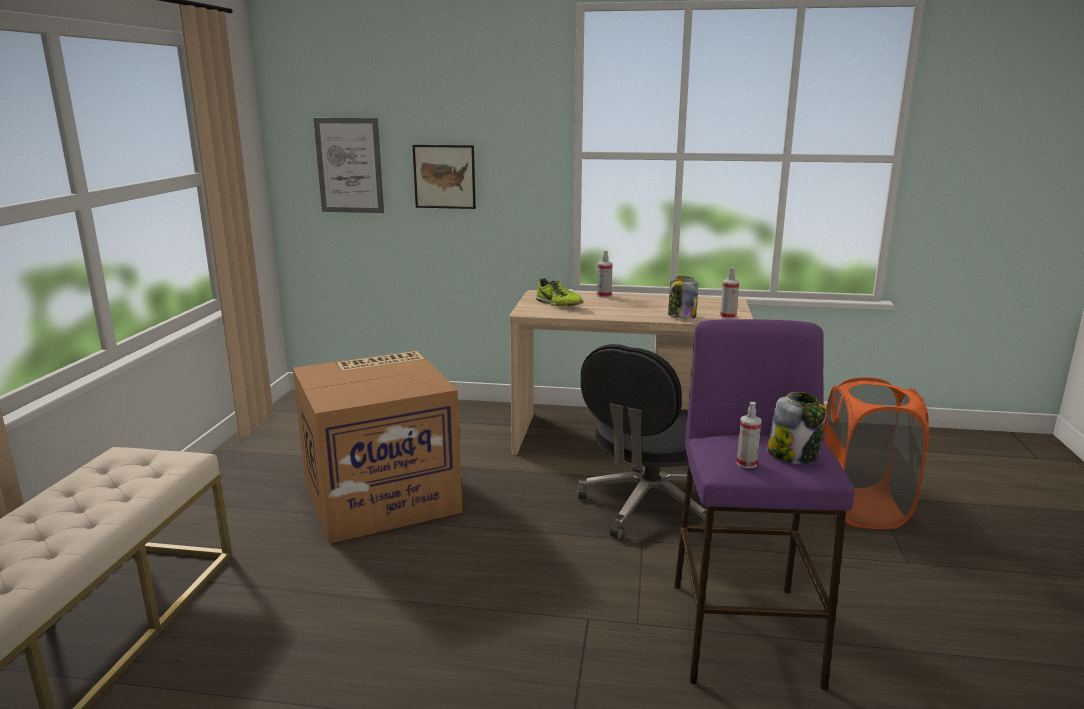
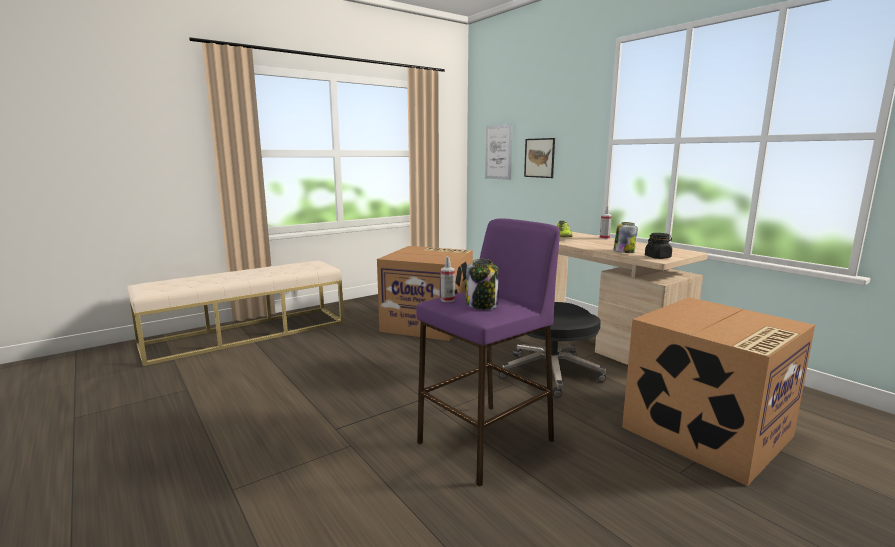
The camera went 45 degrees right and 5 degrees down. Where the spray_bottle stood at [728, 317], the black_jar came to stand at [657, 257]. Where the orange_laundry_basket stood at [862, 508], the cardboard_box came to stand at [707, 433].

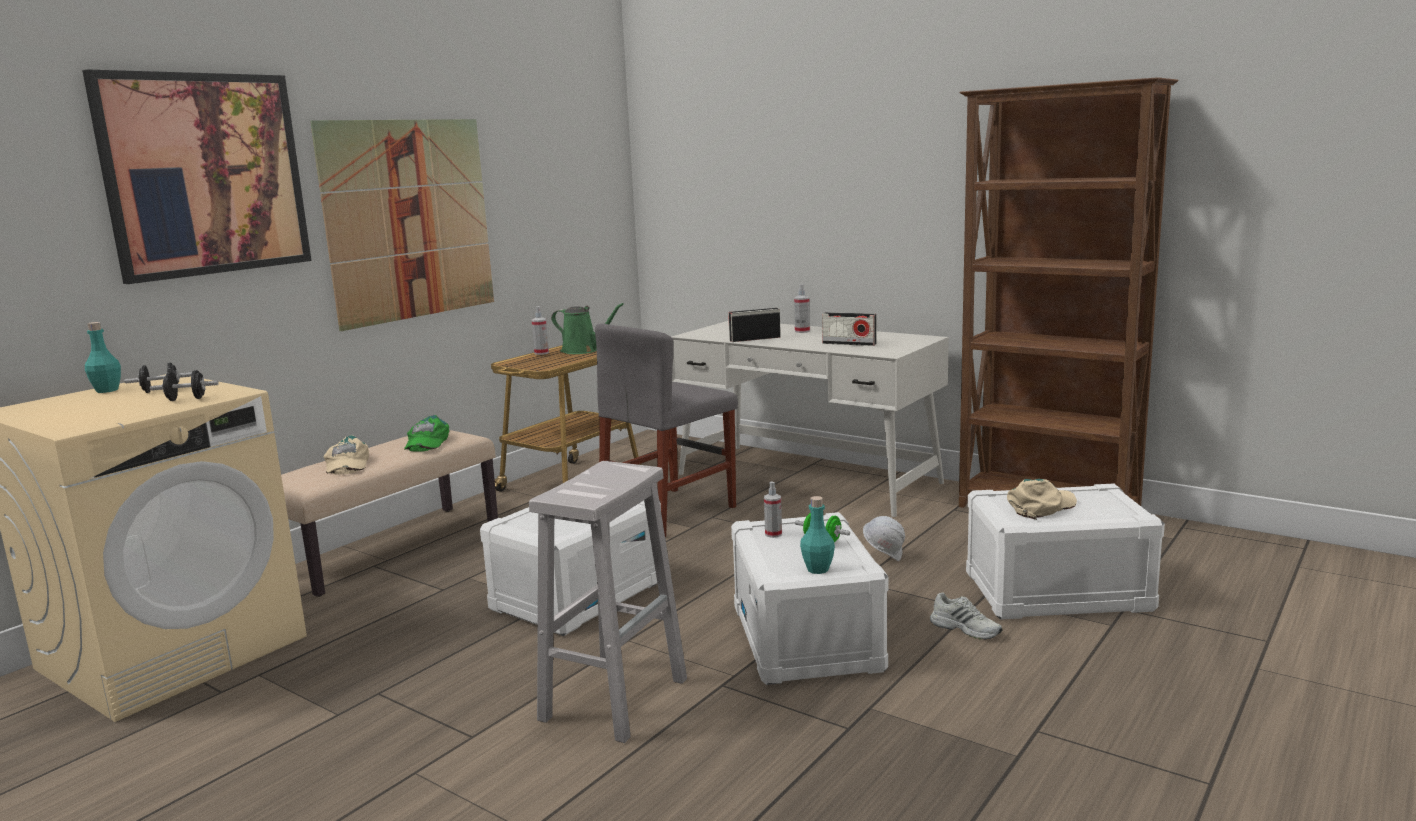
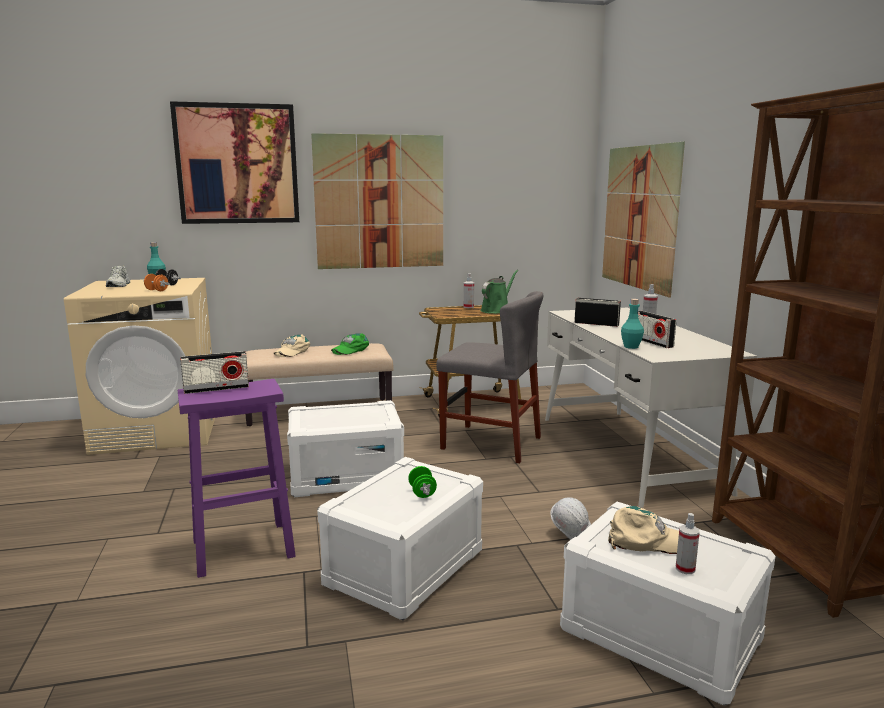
The camera went 40 degrees right and 0 degrees up. The second view gained the radio at [216, 389]. The second view gained the picture at [639, 217]. The spray_bottle ended up elsewhere, having gone from [773, 534] to [685, 569]. The turquoise_bottle ended up elsewhere, having gone from [817, 569] to [631, 347]. The white_shoe ended up elsewhere, having gone from [966, 628] to [119, 285]. What was the black_dumbbell at [186, 399] turned into the orange_dumbbell at [157, 290]. What was the white_stool at [615, 698] turned into the purple_stool at [245, 548]. The green_watering_can at [583, 350] ended up facing another way, 120 degrees counterclockwise from before. The grey_chair at [668, 512] ended up facing another way, 150 degrees counterclockwise from before.

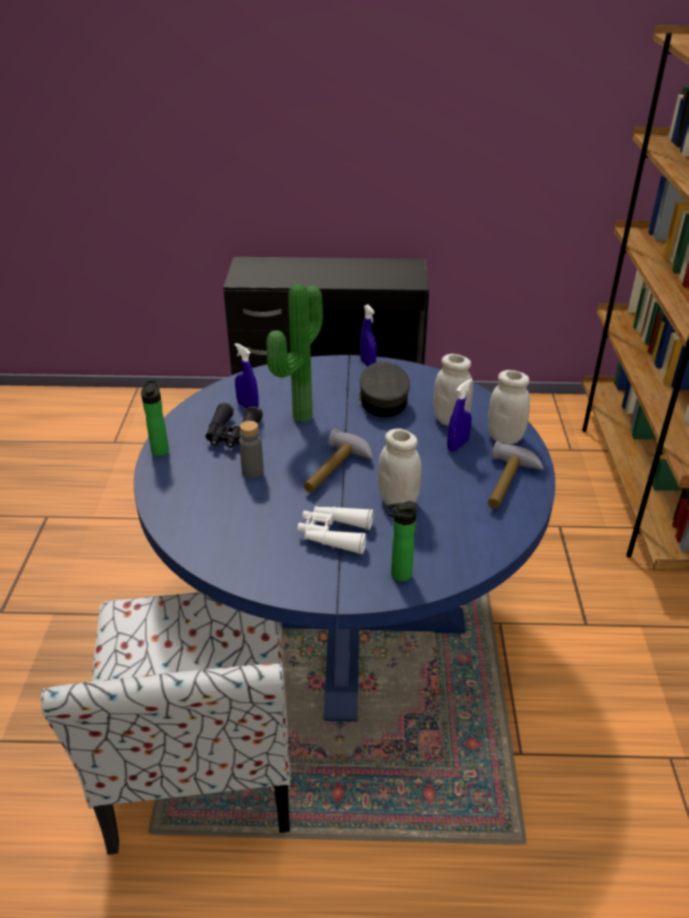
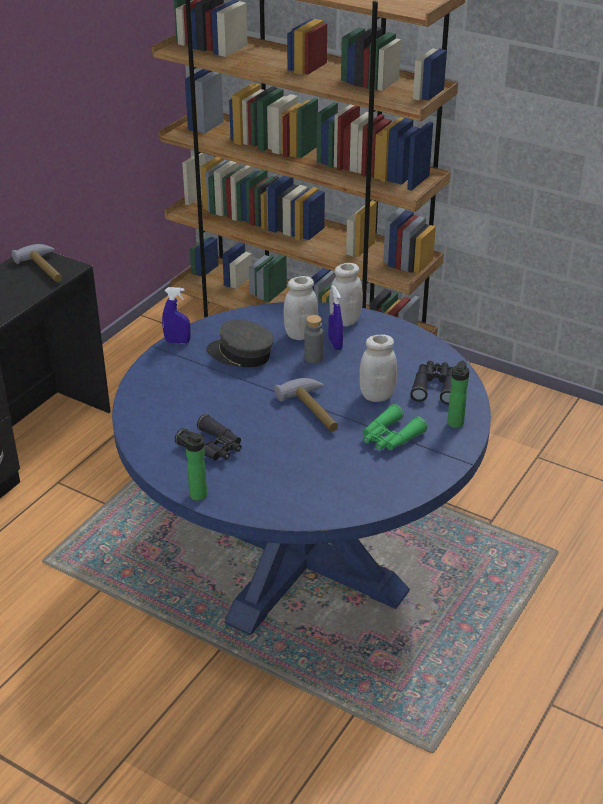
The camera went 60 degrees left and 0 degrees up. The second view lost the chair at [200, 756]. The second view lost the blue_spray_bottle at [248, 407]. The second view lost the potted_plant at [299, 415]. The second view gained the black_binoculars at [435, 387]. The grey_bottle ended up elsewhere, having gone from [252, 471] to [313, 358]. The hammer ended up elsewhere, having gone from [508, 484] to [45, 269]. What was the white_binoculars at [334, 534] turned into the green_binoculars at [390, 437].

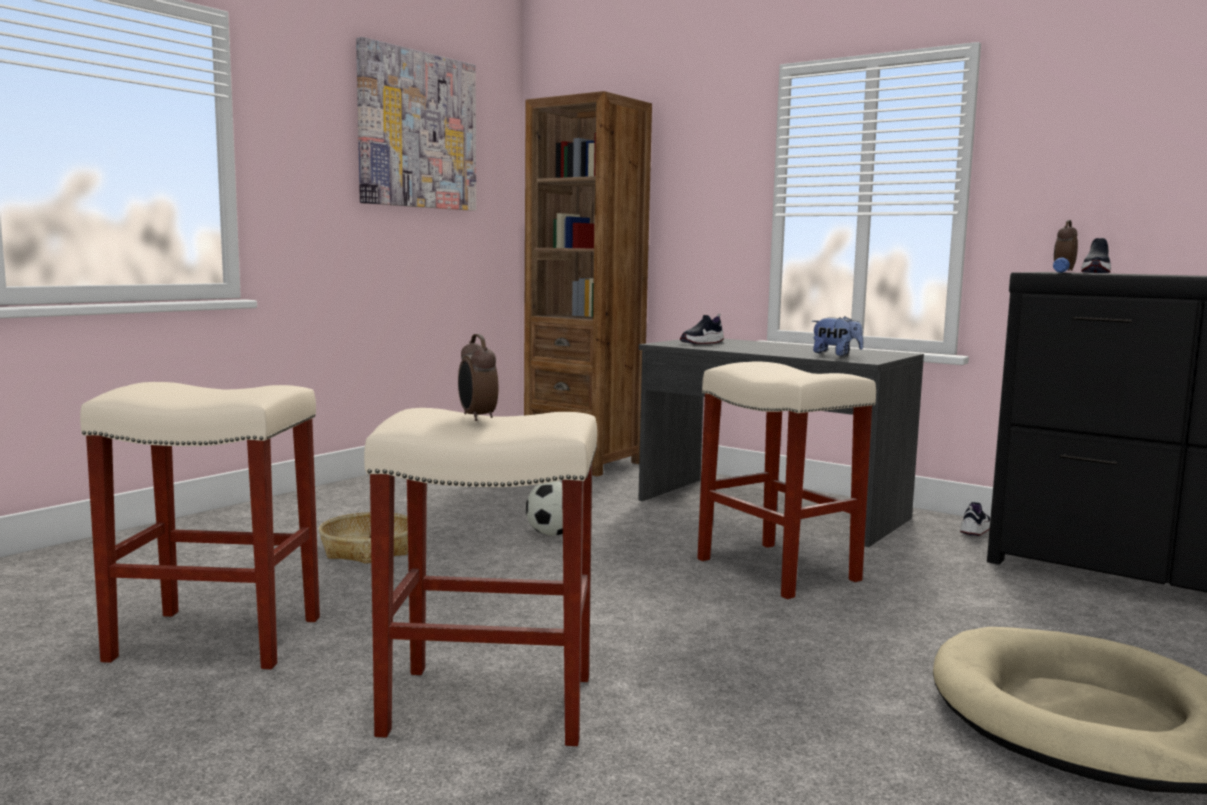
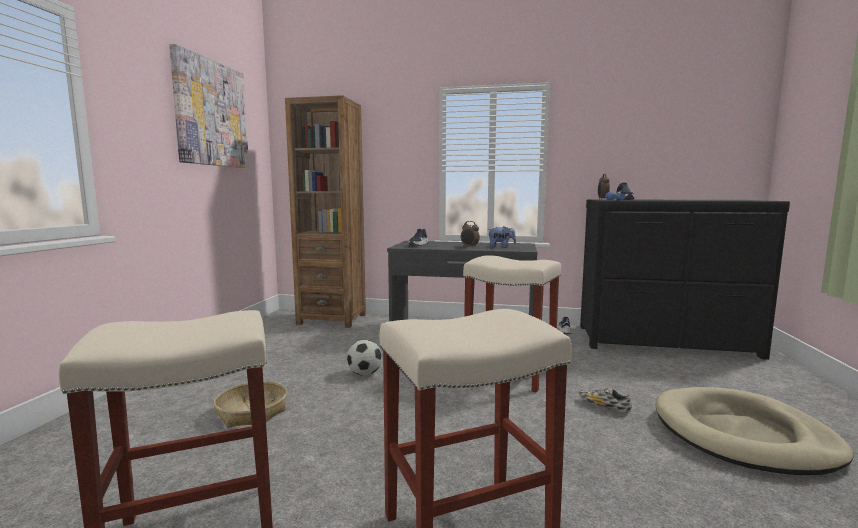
The camera went 25 degrees left and 0 degrees up. The second view gained the shoe at [603, 407]. The alarm_clock ended up elsewhere, having gone from [477, 417] to [469, 247].

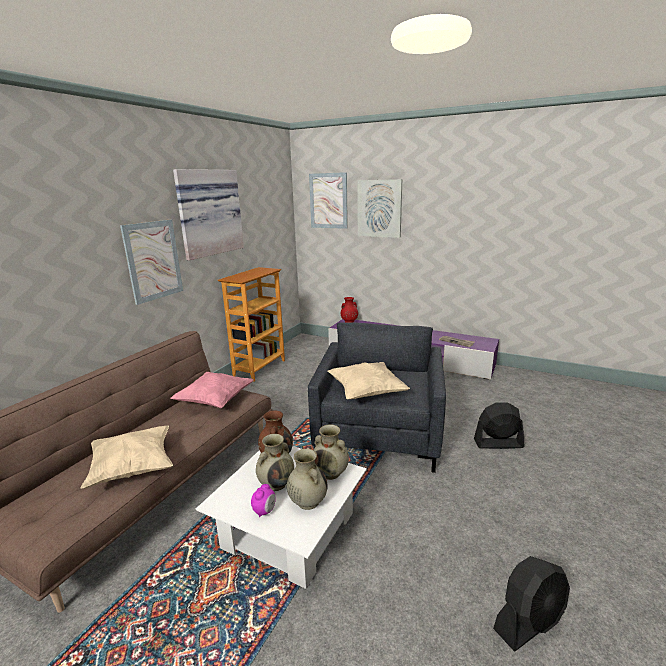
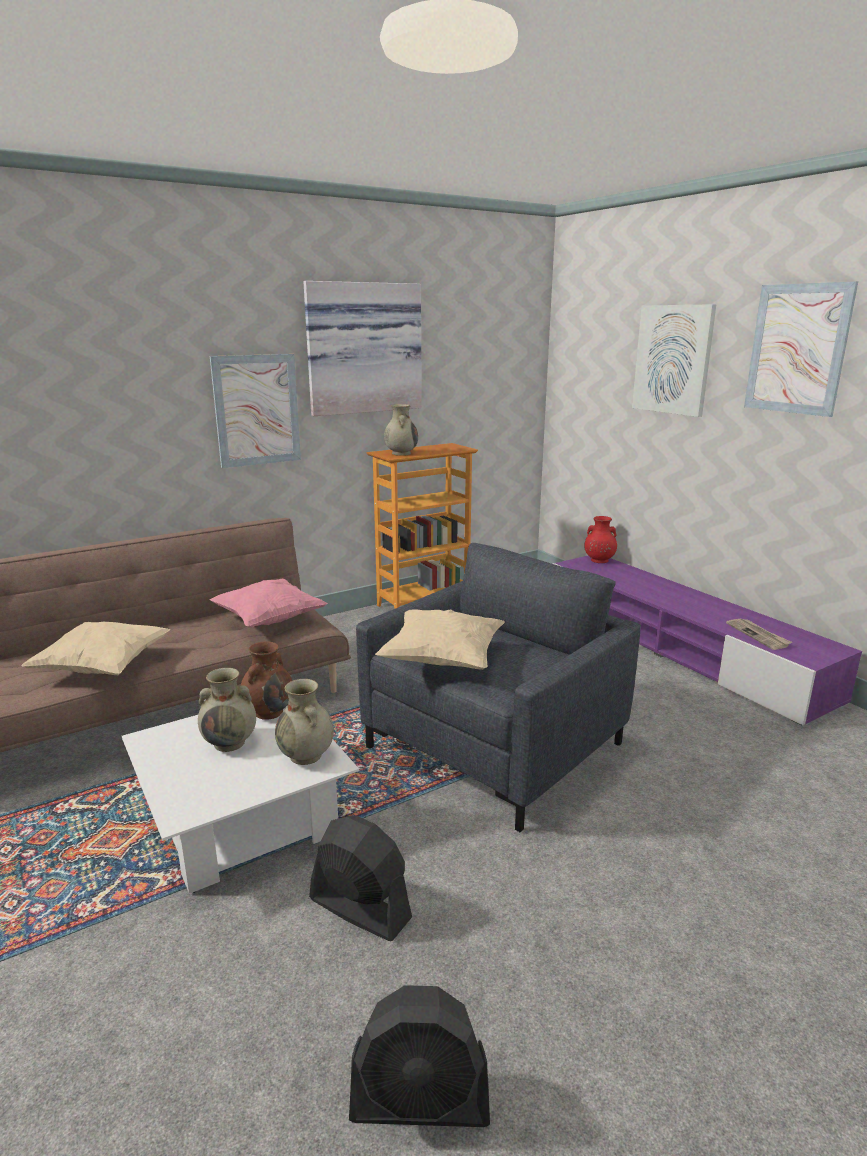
The camera went 30 degrees right and 0 degrees up. The second view lost the alarm_clock at [265, 511]. The beige_vase ended up elsewhere, having gone from [307, 501] to [401, 453]. The picture ended up elsewhere, having gone from [328, 201] to [797, 349]. The black_fan ended up elsewhere, having gone from [498, 443] to [359, 908].

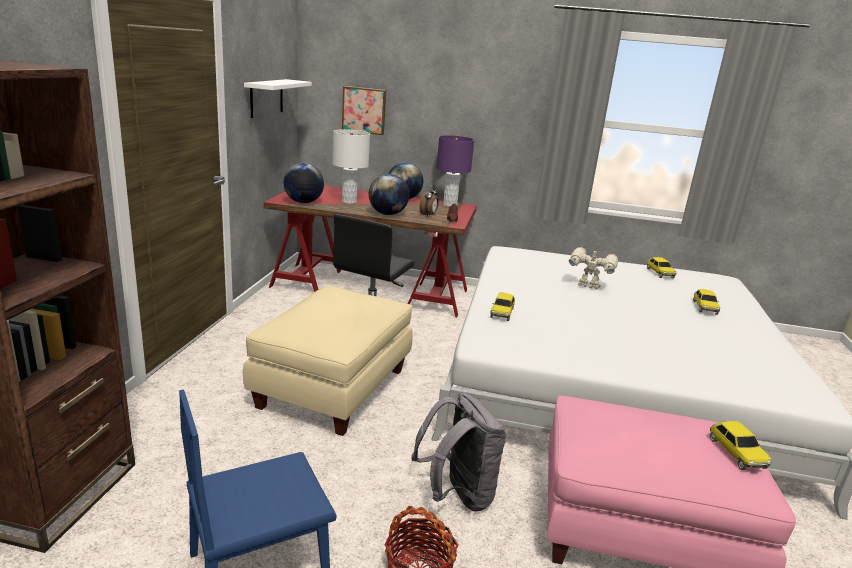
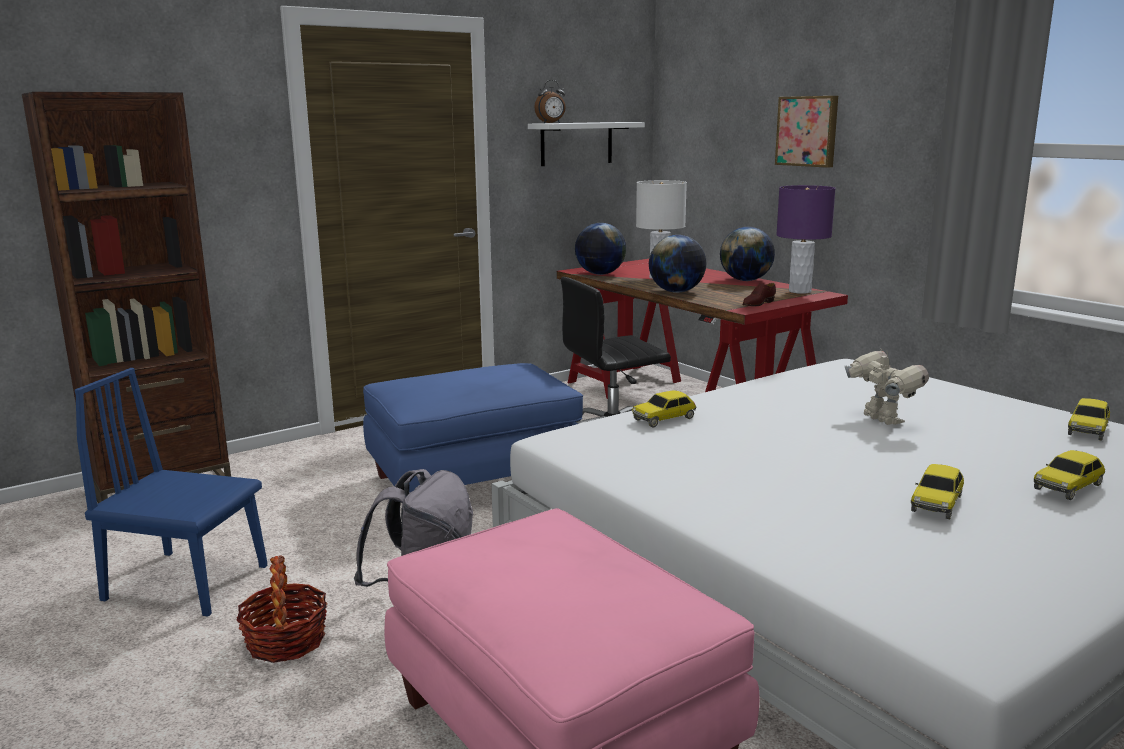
The camera went 45 degrees right and 5 degrees down. The picture ended up elsewhere, having gone from [364, 110] to [808, 131]. The alarm_clock ended up elsewhere, having gone from [428, 215] to [551, 123]. The toy_car ended up elsewhere, having gone from [736, 453] to [936, 503]. What was the beige_ottoman at [334, 388] turned into the blue_ottoman at [473, 482].

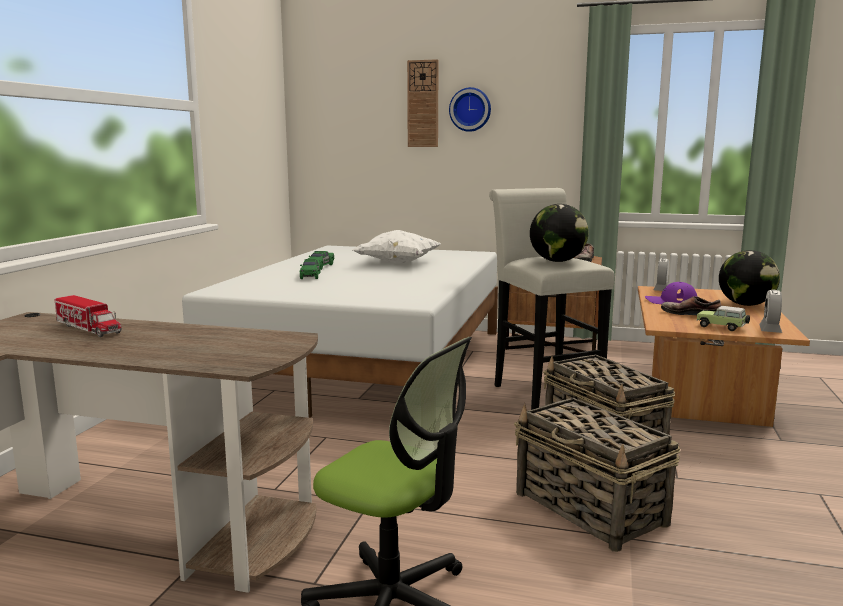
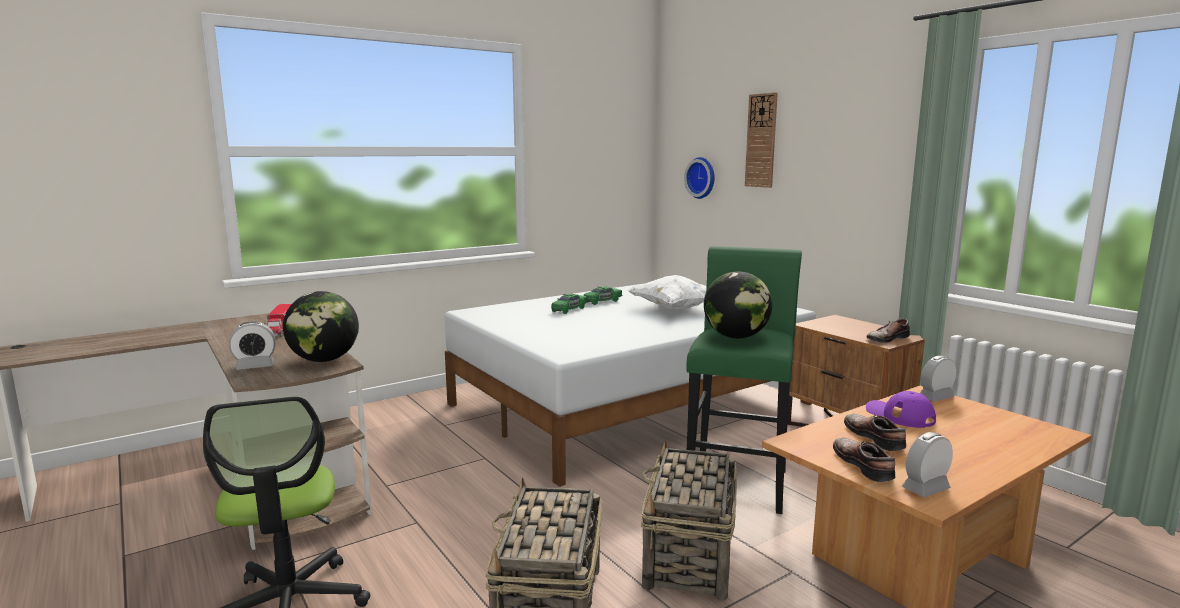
The camera went 40 degrees right and 0 degrees up. The second view gained the alarm_clock at [255, 366]. The wall_clock ended up elsewhere, having gone from [470, 109] to [702, 177]. The globe ended up elsewhere, having gone from [745, 304] to [324, 360]. Where the toy_car stood at [722, 327], the shoe came to stand at [865, 465]. What was the white_stool at [542, 390] turned into the green_stool at [738, 480].

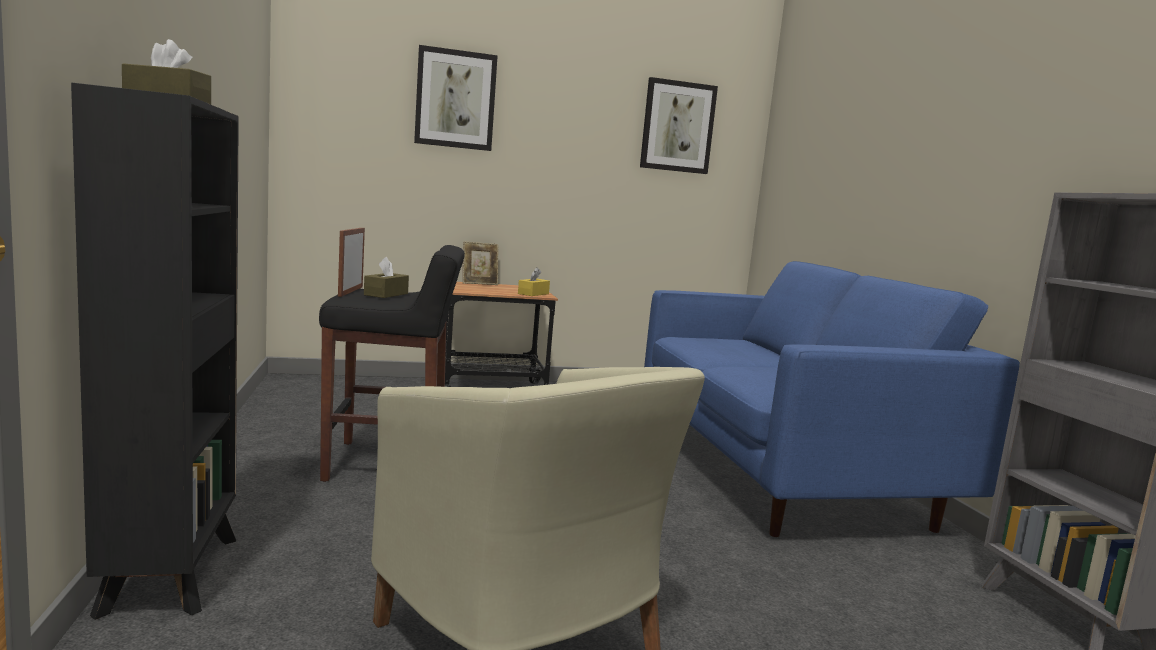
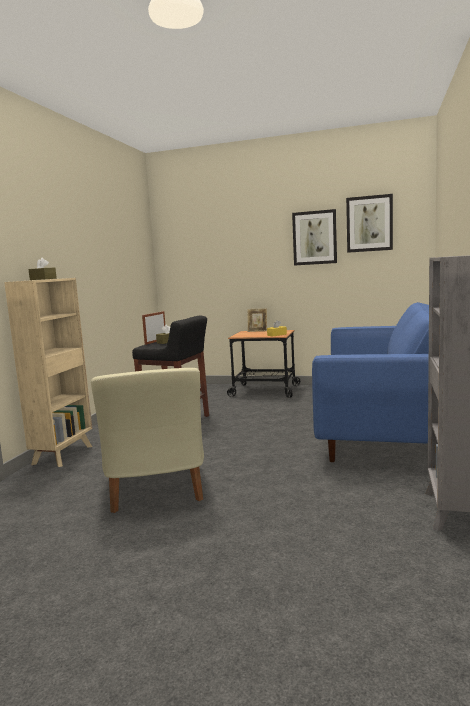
The camera went 30 degrees right and 0 degrees up. The picture ended up elsewhere, having gone from [455, 99] to [314, 238]. What was the black_bookcase at [173, 572] turned into the beige_bookcase at [64, 454].

